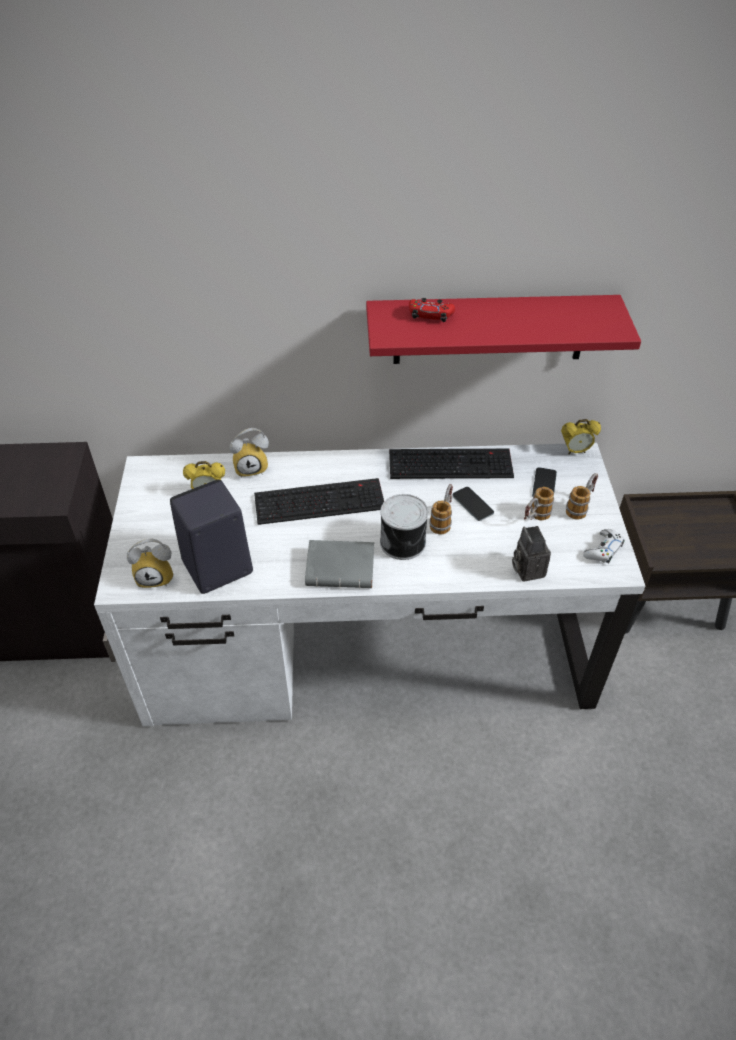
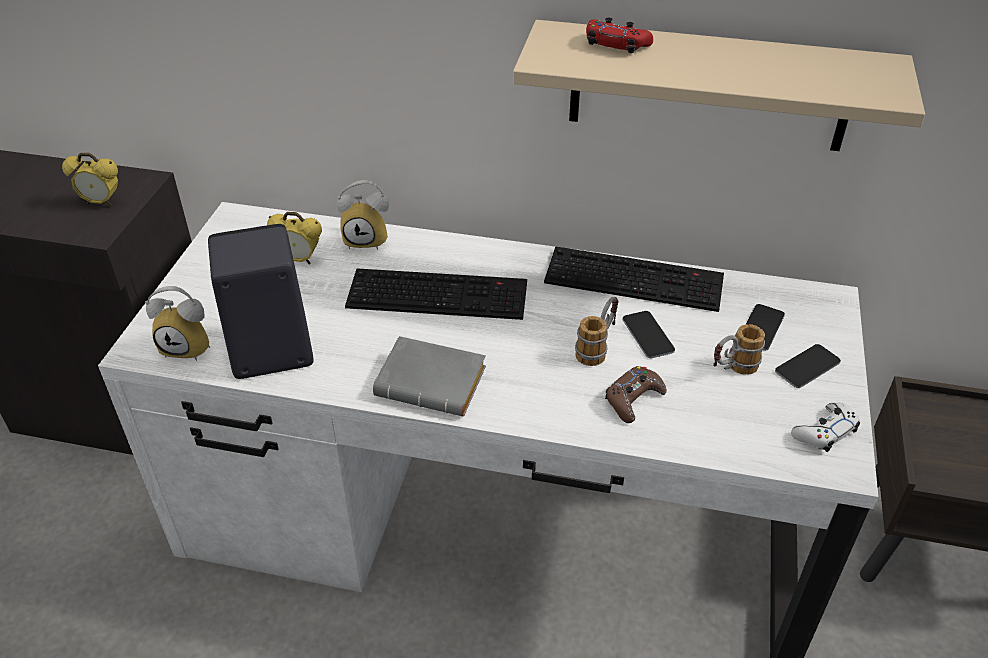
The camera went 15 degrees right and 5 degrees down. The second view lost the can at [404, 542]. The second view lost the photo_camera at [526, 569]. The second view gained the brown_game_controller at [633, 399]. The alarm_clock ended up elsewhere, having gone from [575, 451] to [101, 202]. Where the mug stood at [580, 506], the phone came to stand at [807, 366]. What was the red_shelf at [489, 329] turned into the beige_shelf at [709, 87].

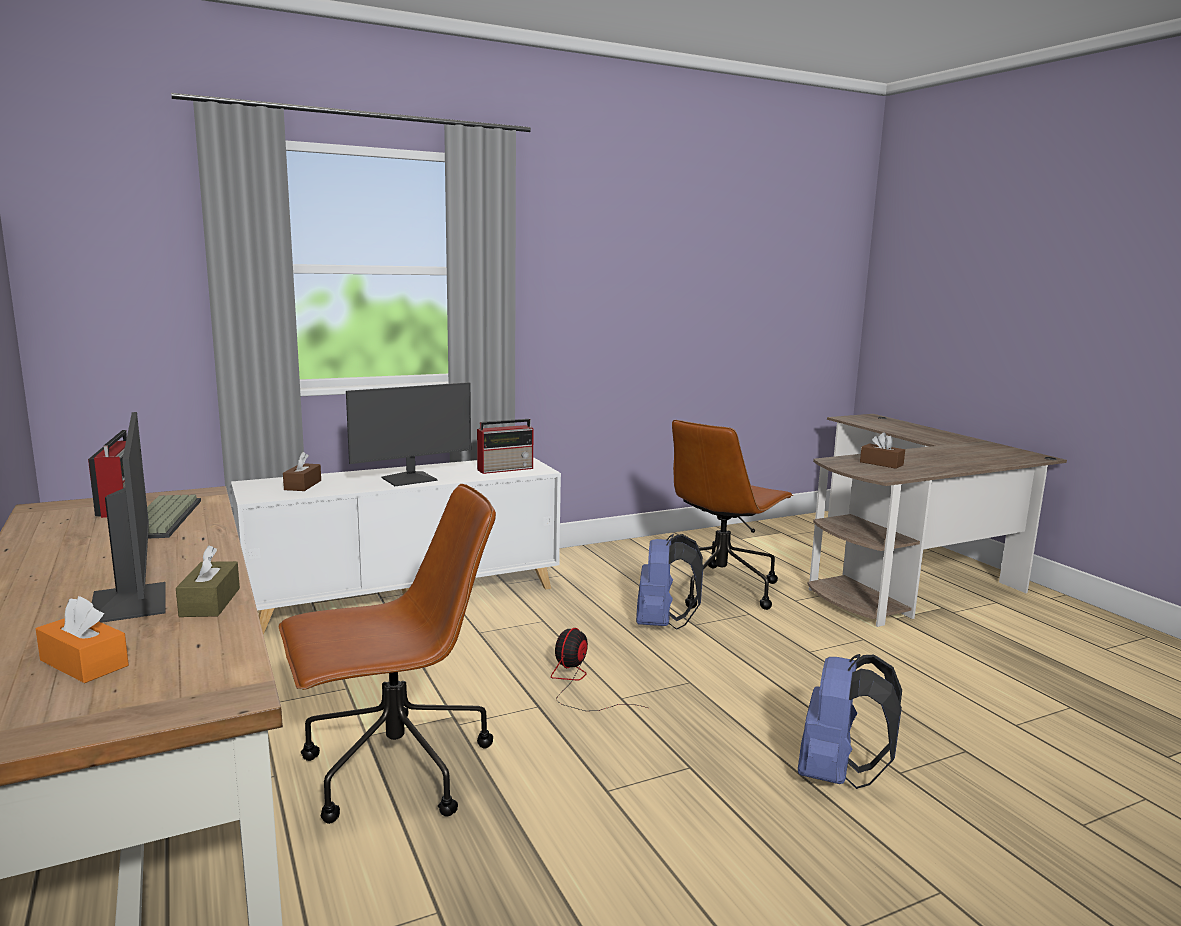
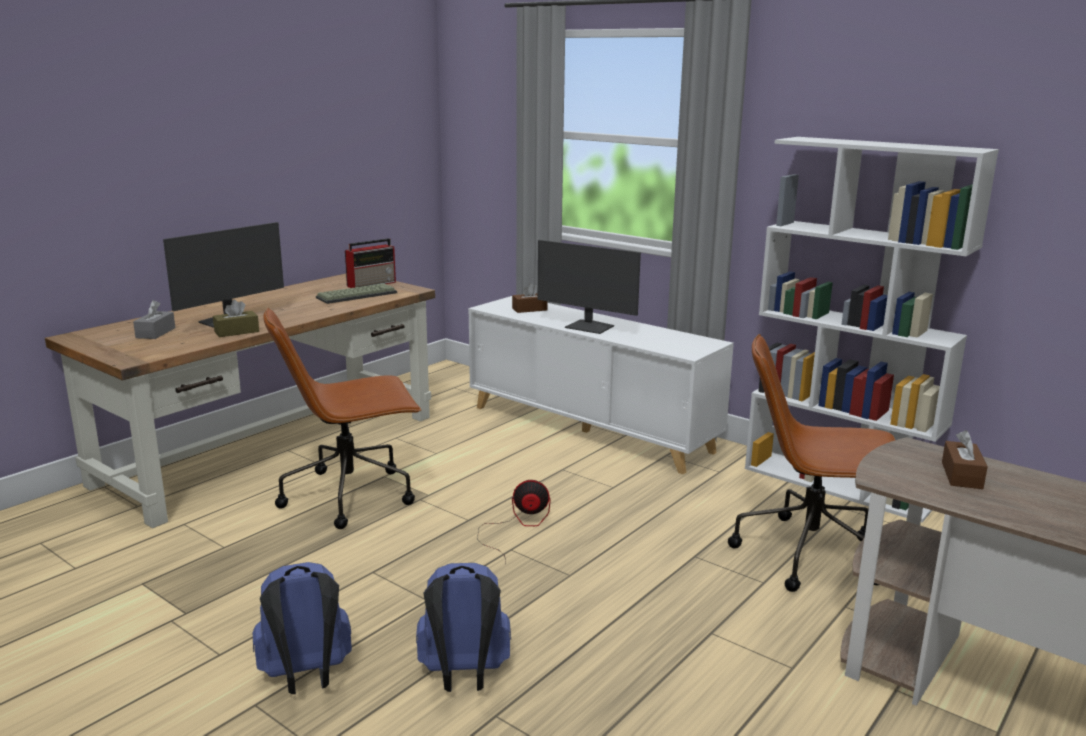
The camera went 65 degrees right and 5 degrees up. The second view lost the radio at [506, 469]. The second view gained the white_bookcase at [839, 485]. The blue_backpack ended up elsewhere, having gone from [662, 624] to [306, 678]. What was the orange_tissue_box at [84, 663] turned into the grey_tissue_box at [155, 333]. The brown_office_chair at [393, 770] ended up facing another way, 120 degrees clockwise from before.

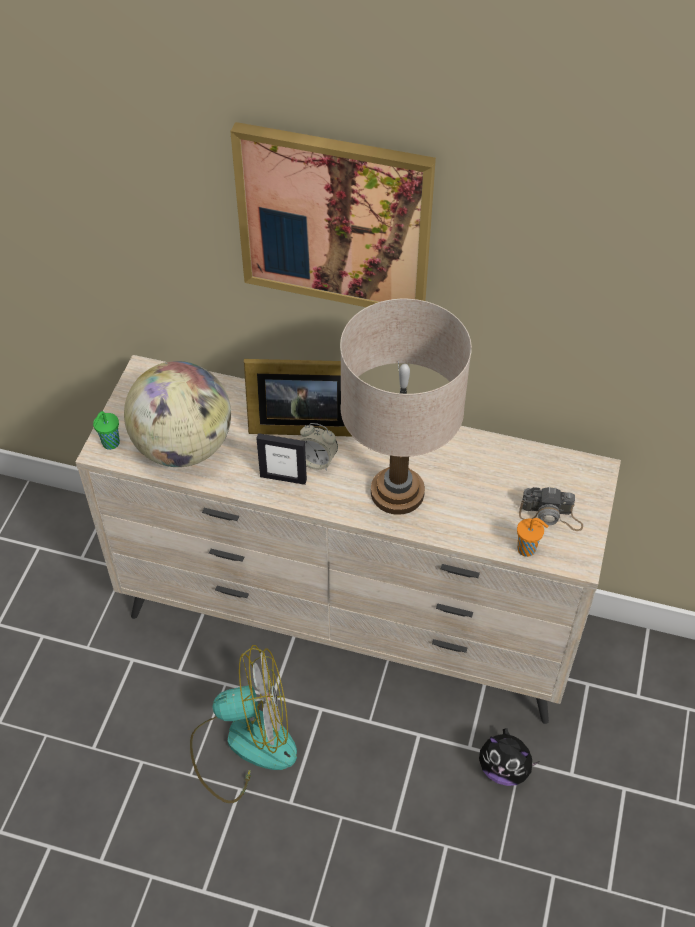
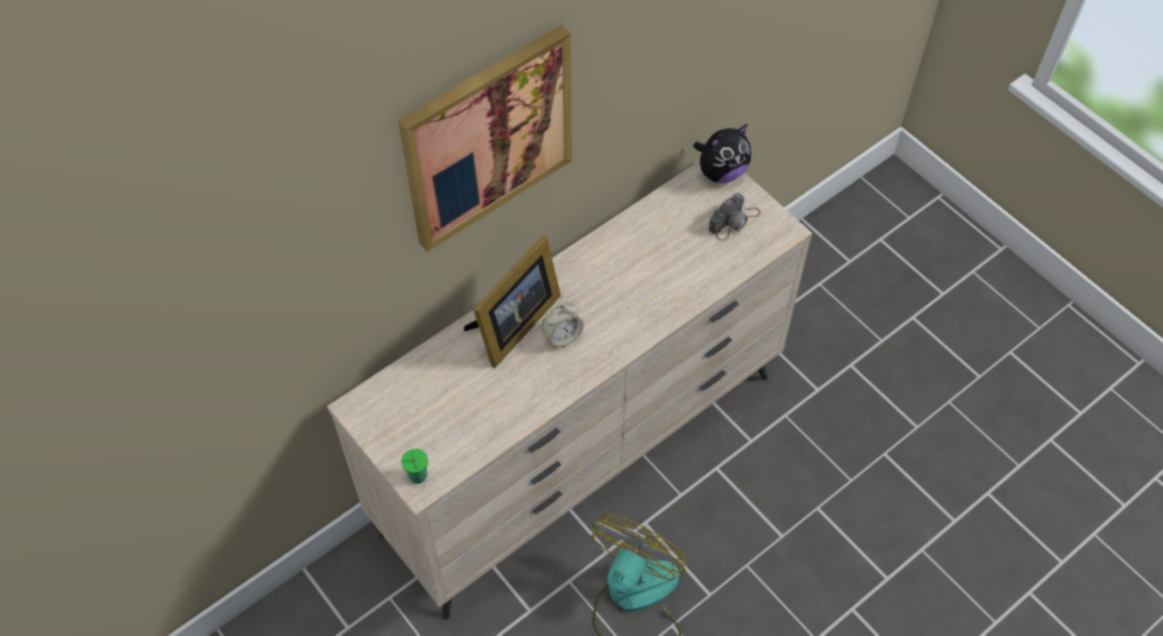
The camera went 55 degrees left and 5 degrees up. The second view lost the globe at [184, 447]. The second view lost the picture_frame at [283, 478]. The second view lost the beige_table_lamp at [398, 492]. The second view lost the orange_cup at [527, 549]. The plush_toy ended up elsewhere, having gone from [504, 768] to [721, 172].

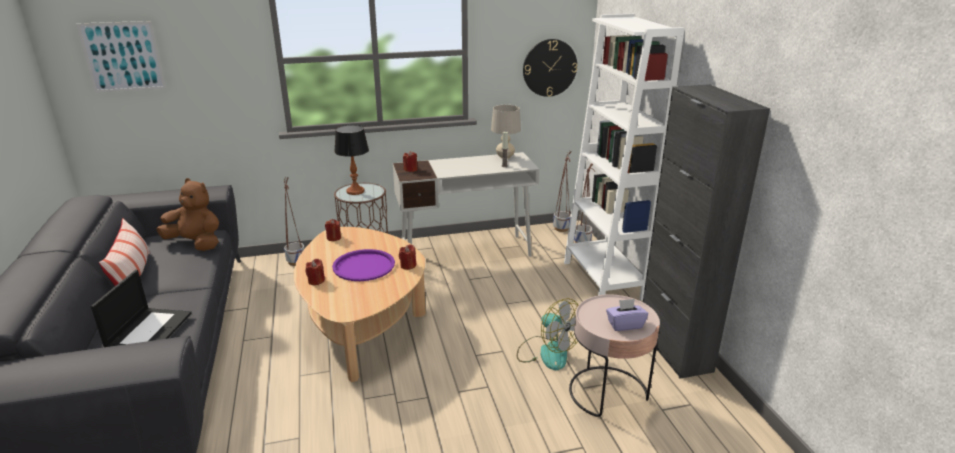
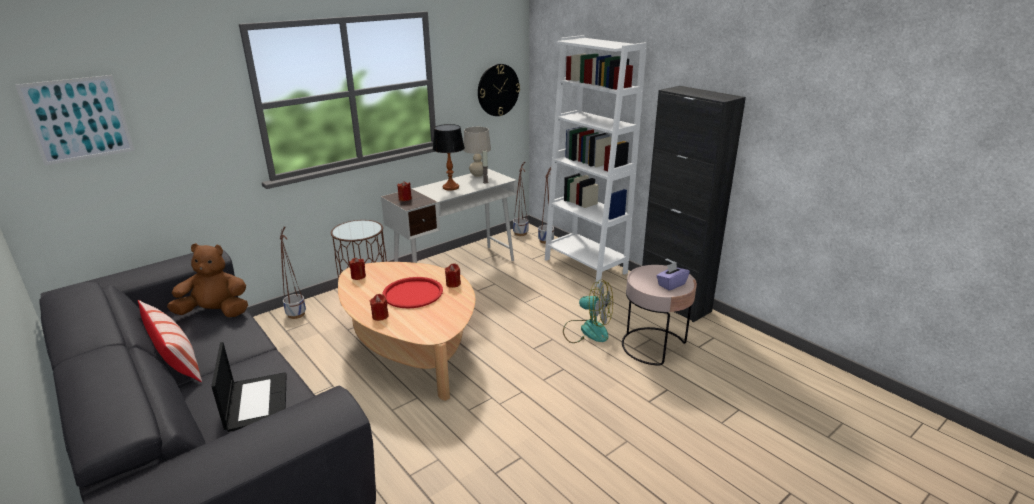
The camera went 25 degrees left and 0 degrees up. The table_lamp ended up elsewhere, having gone from [355, 191] to [450, 187]. What was the purple_tray at [363, 266] turned into the red_tray at [413, 293].

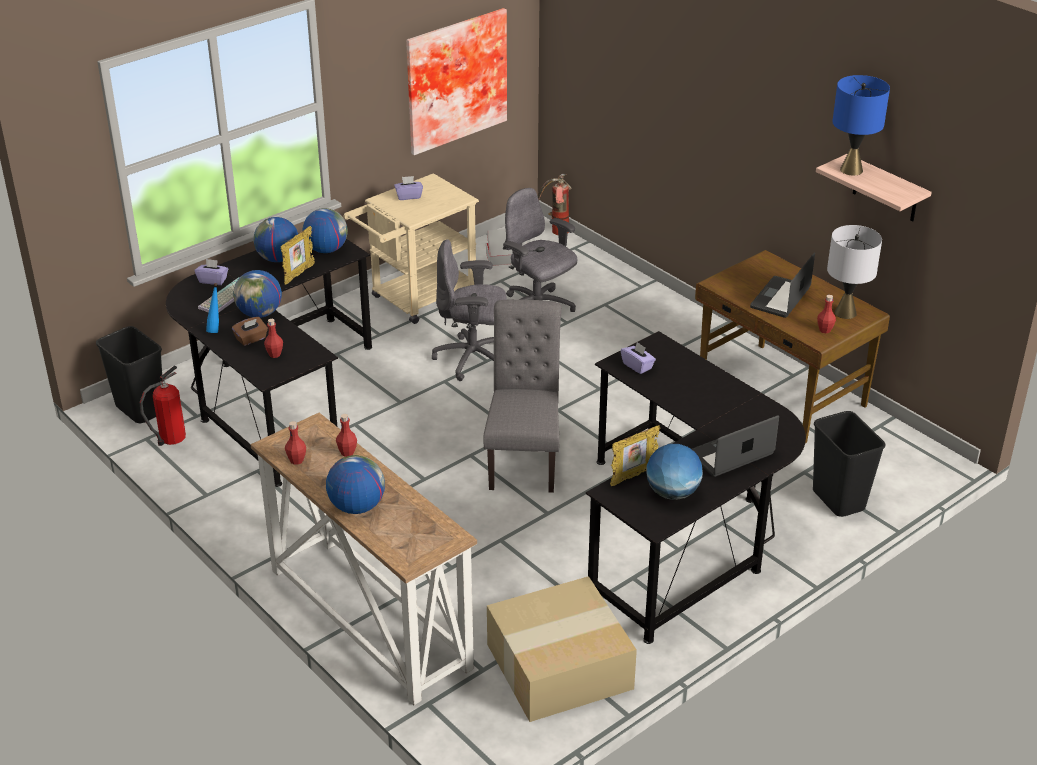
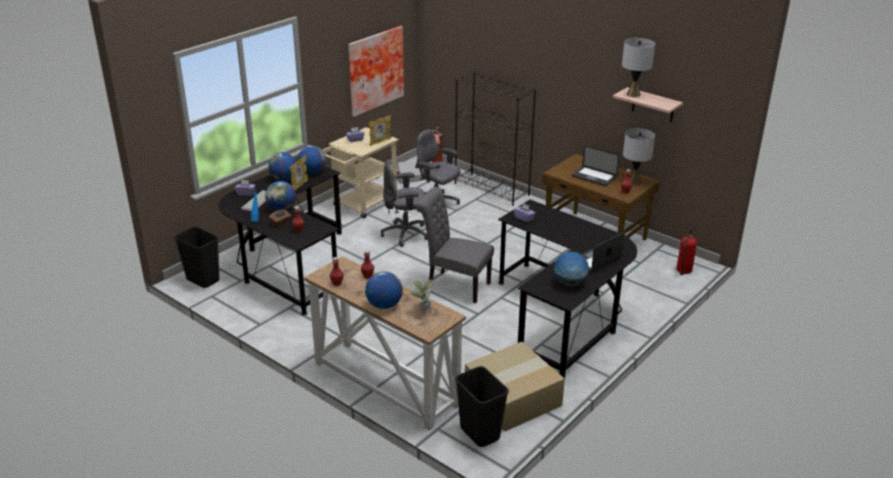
The camera went 10 degrees left and 5 degrees down. The second view gained the potted_plant at [422, 310]. The second view gained the black_bookcase at [492, 189]. The fire_extinguisher ended up elsewhere, having gone from [170, 438] to [684, 270]. The picture_frame ended up elsewhere, having gone from [633, 476] to [380, 142]. The black_trash_can ended up elsewhere, having gone from [837, 500] to [479, 433]. What was the blue_table_lamp at [851, 170] turned into the grey_table_lamp at [633, 94]. The grey_chair at [524, 459] ended up facing another way, 60 degrees counterclockwise from before. The laptop at [780, 298] ended up facing another way, 75 degrees counterclockwise from before.

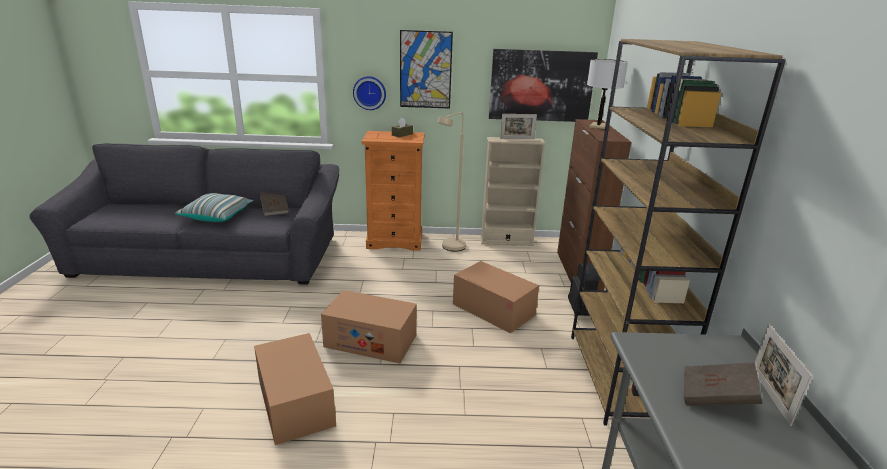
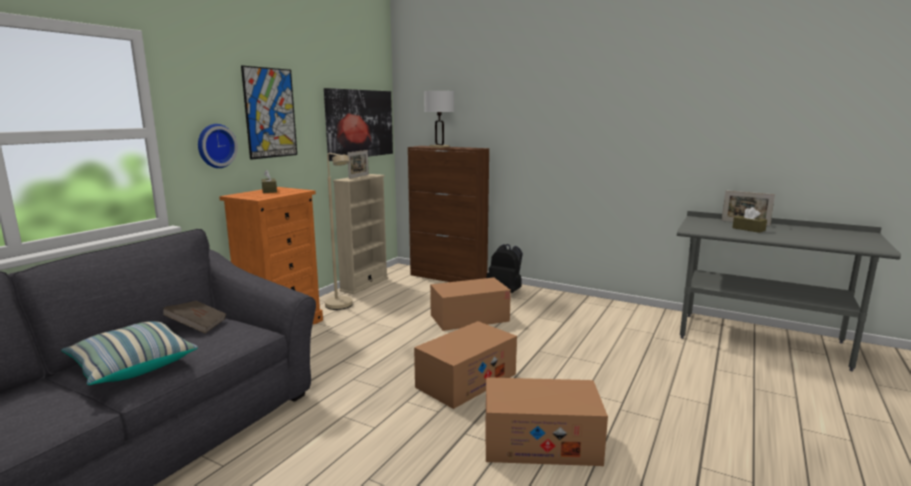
The camera went 60 degrees left and 10 degrees down. The second view lost the brown_bookcase at [619, 378]. Where the brown_book stood at [716, 398], the brown_tissue_box came to stand at [748, 229].

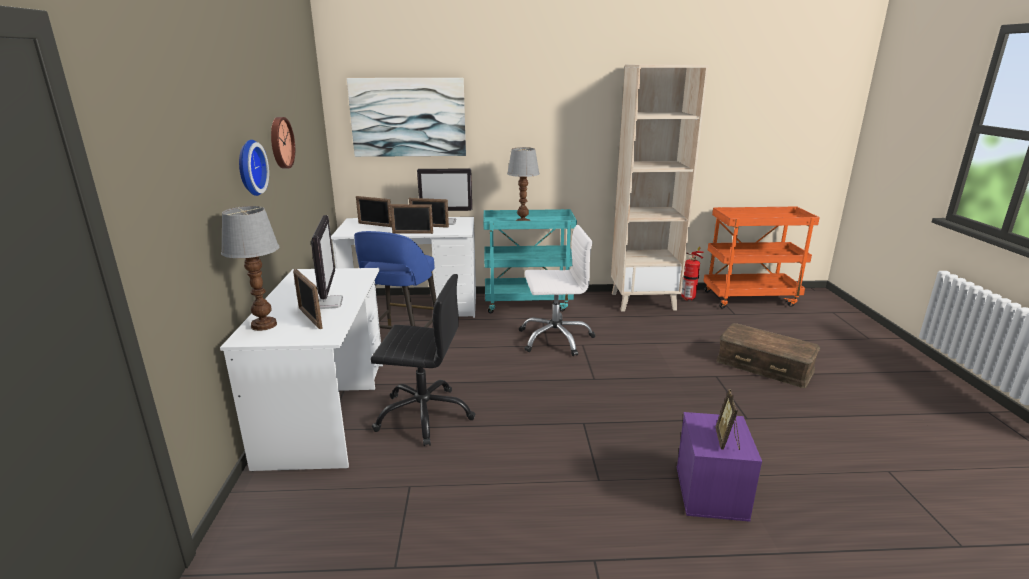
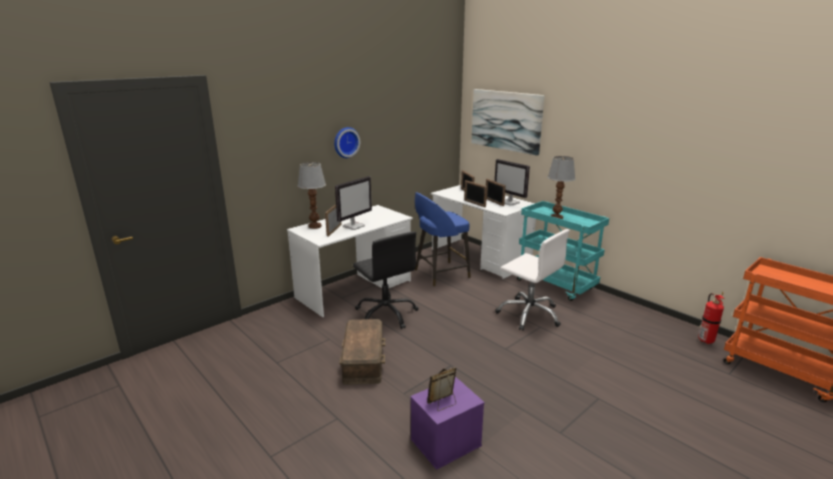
The camera went 50 degrees right and 0 degrees up. The second view lost the wall_clock at [280, 143]. The second view lost the beige_bookcase at [643, 301]. The brown_storage_box ended up elsewhere, having gone from [764, 366] to [364, 360].

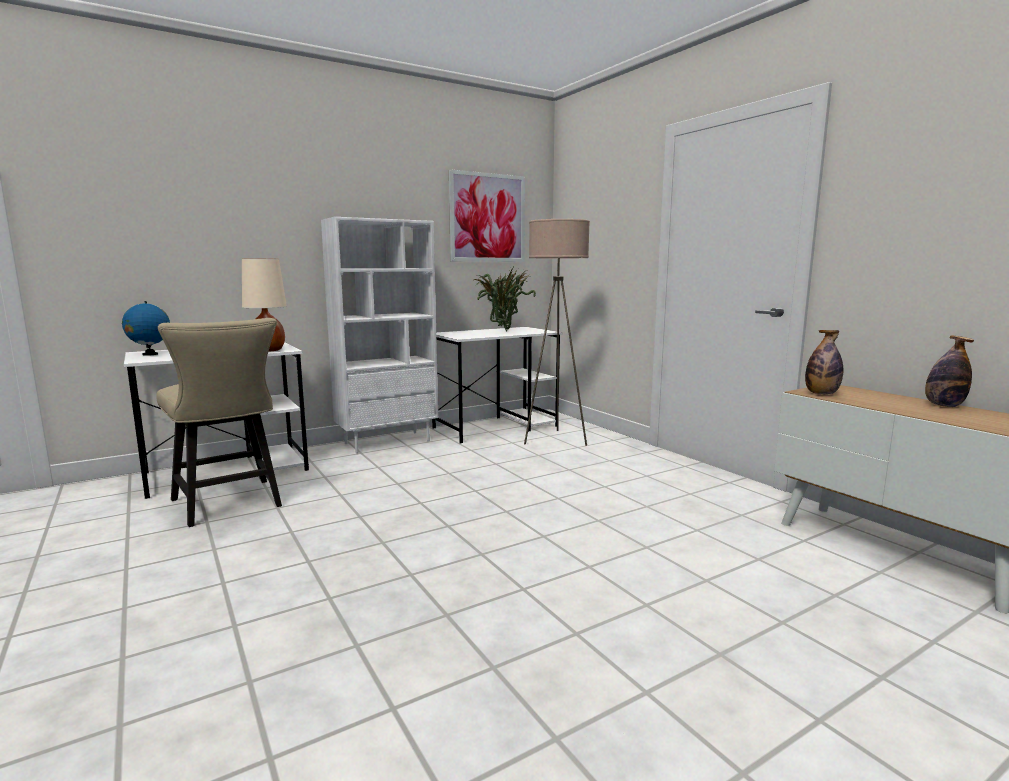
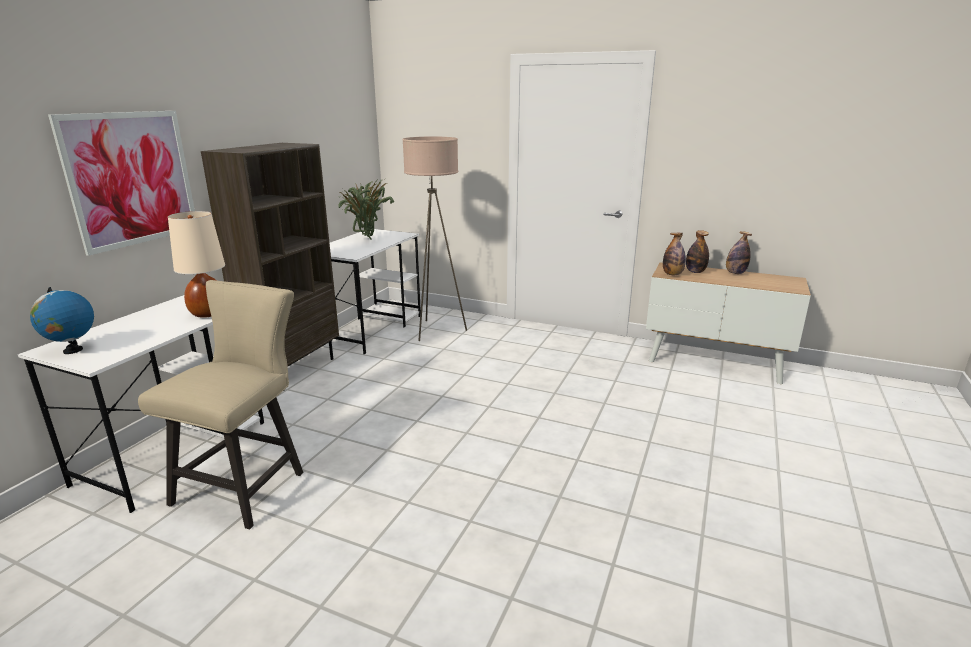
The camera went 35 degrees left and 10 degrees up. The second view gained the bottle at [695, 271]. The picture ended up elsewhere, having gone from [487, 218] to [131, 179]. What was the white_bookcase at [387, 442] turned into the brown_bookcase at [294, 370]. The beige_chair at [230, 505] ended up facing another way, 90 degrees counterclockwise from before.

